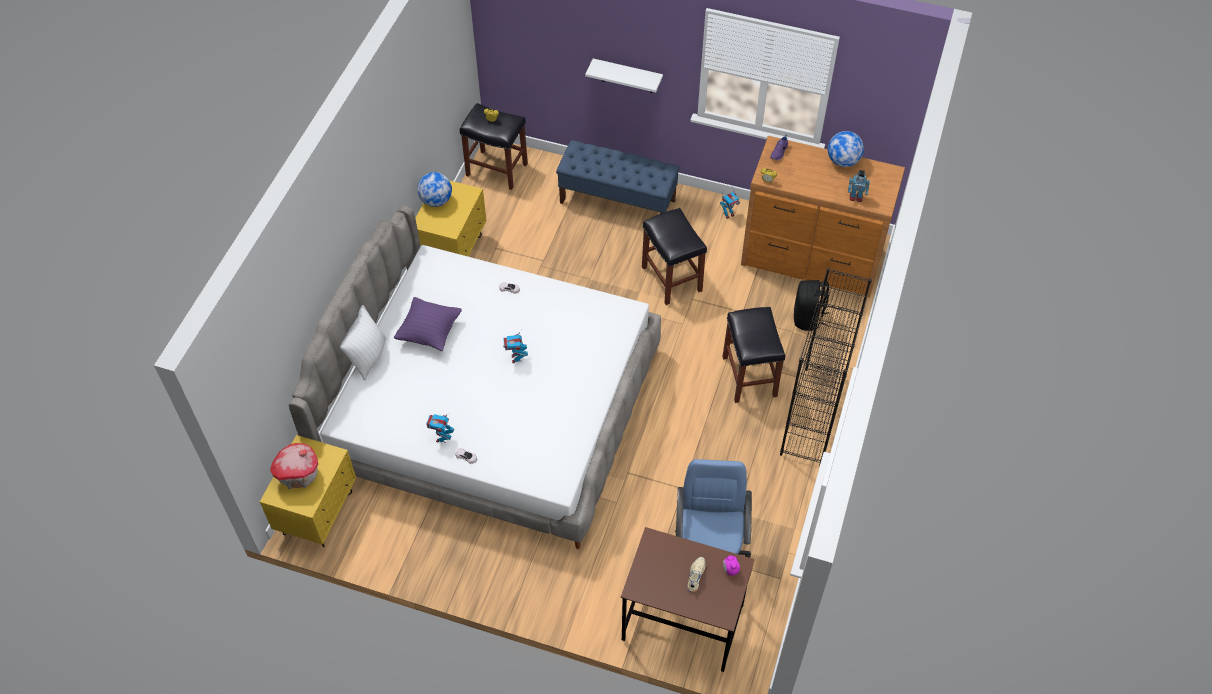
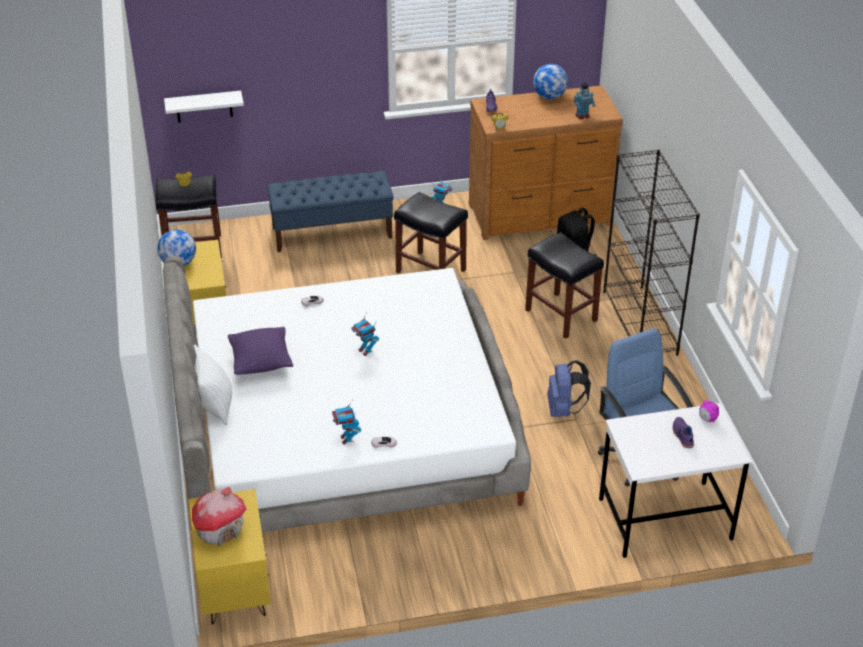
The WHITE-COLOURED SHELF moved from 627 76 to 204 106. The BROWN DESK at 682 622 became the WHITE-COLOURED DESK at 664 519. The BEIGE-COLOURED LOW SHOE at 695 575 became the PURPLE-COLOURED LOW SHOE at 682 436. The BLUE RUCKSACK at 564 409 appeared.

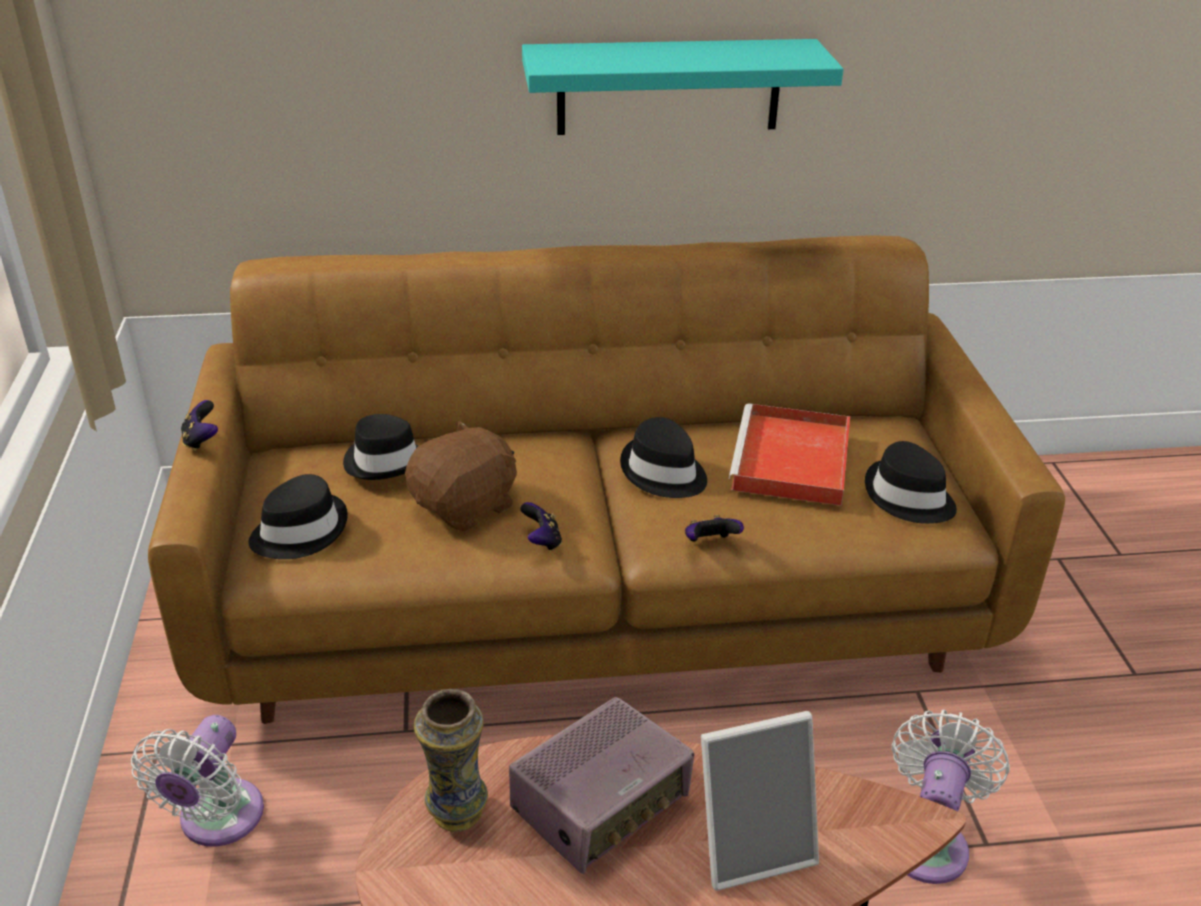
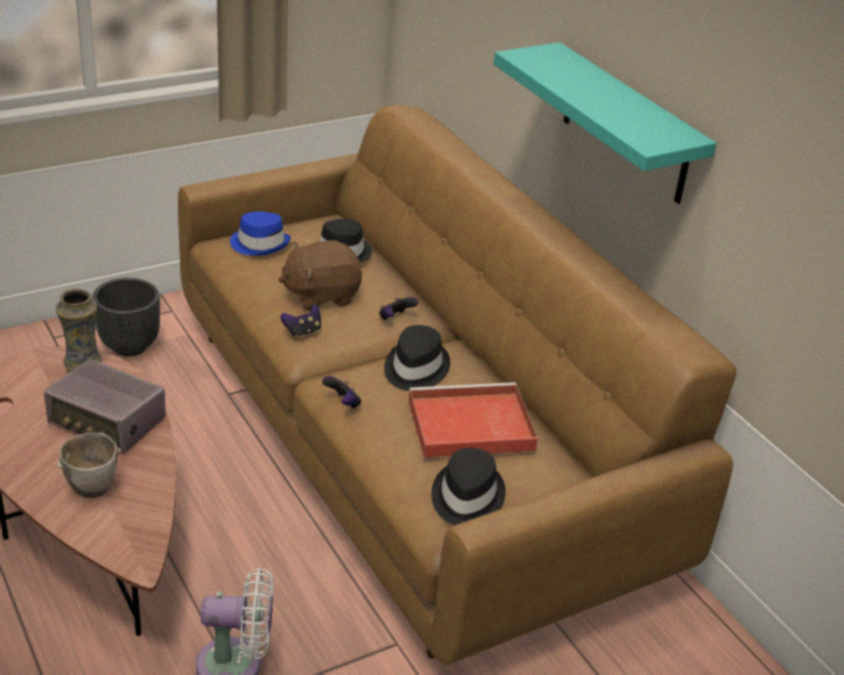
The GAME CONTROLLER moved from 201 440 to 395 318. The BROWN CUDDLY TOY at 466 506 turned 135 degrees clockwise. The BLACK-COLOURED CLOTHING HAT at 299 531 became the BLUE CLOTHING HAT at 260 244. The STANDING FRAME at 752 845 was replaced by the SERVING BOWL at 94 489. The WHITE-COLOURED FAN at 216 821 was replaced by the BLACK-COLOURED PLANTER at 130 346.

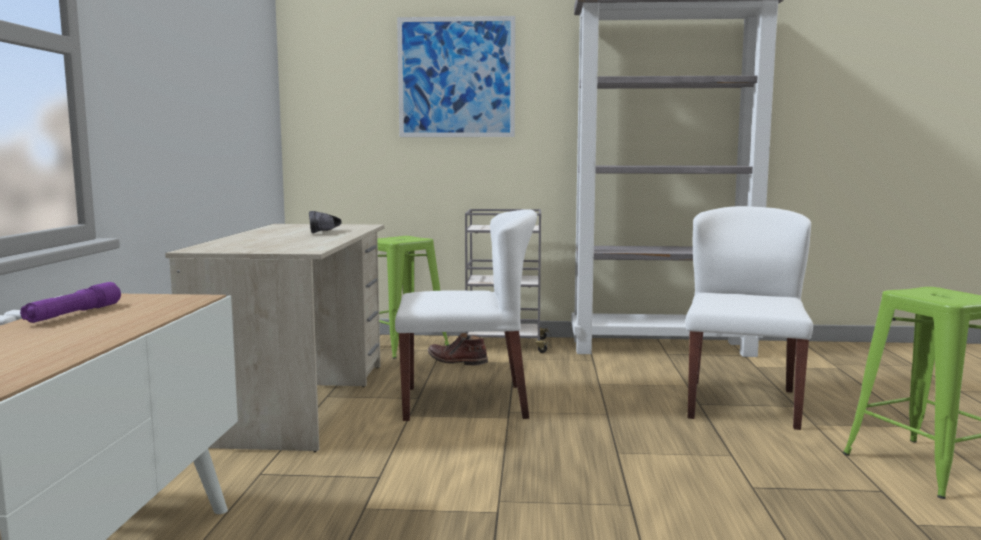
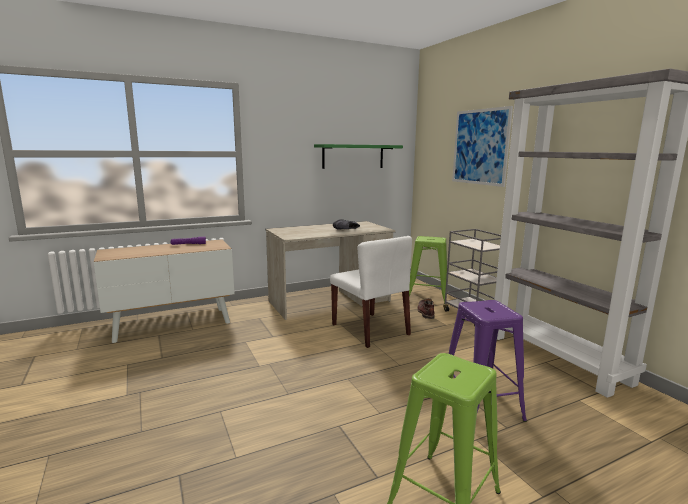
The WHITE-COLOURED UPRIGHT CHAIR at 741 403 was replaced by the PURPLE-COLOURED STOOL at 479 404. The GREEN SHELF at 353 156 appeared.

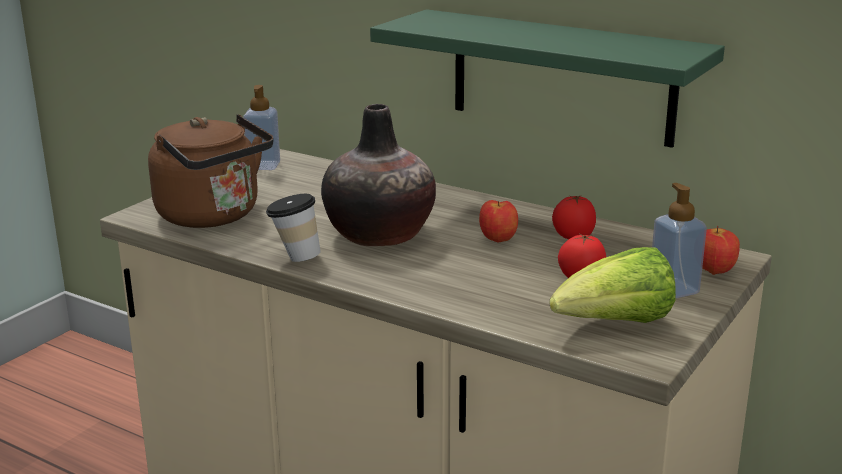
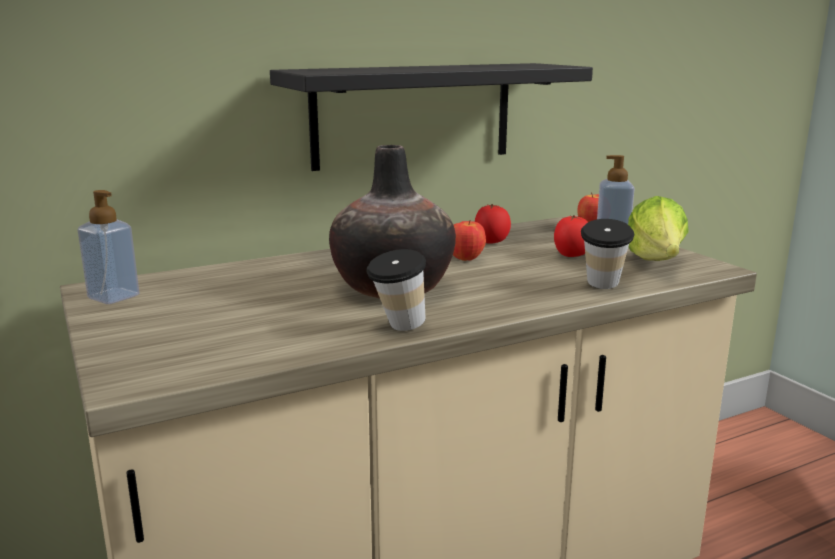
The GREEN SHELF at 561 77 became the BLACK-COLOURED SHELF at 413 114. The BROWN WATER KETTLE at 213 216 disappeared. The SMALL CUP at 602 287 appeared.

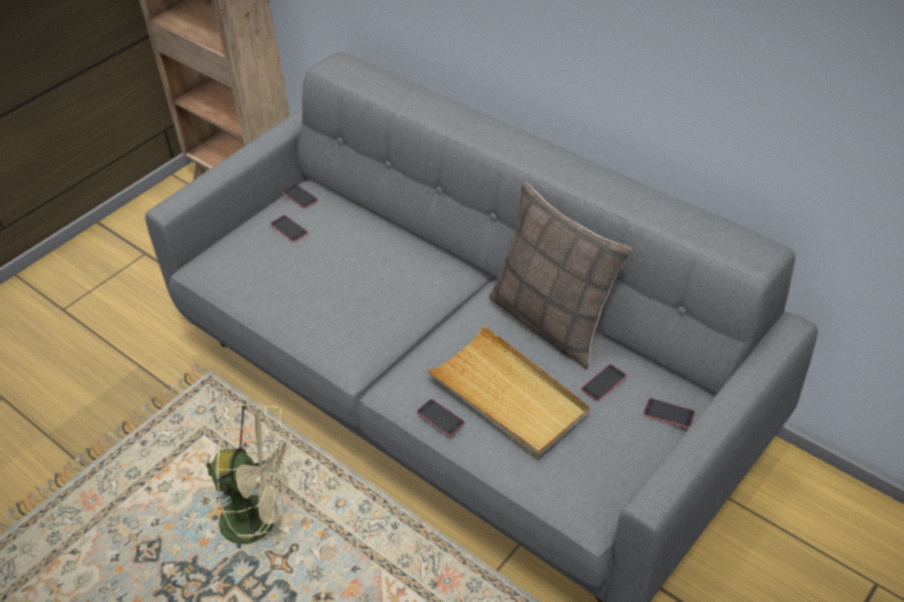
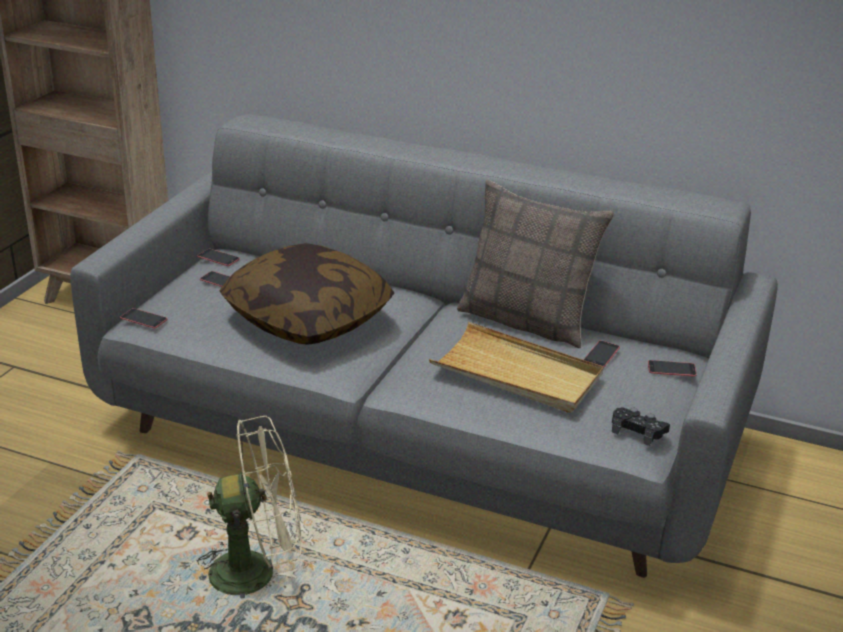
The HANDSET moved from 440 417 to 143 319. The CUSHION at 308 318 appeared. The BLACK-COLOURED GAME CONTROLLER at 638 431 appeared.

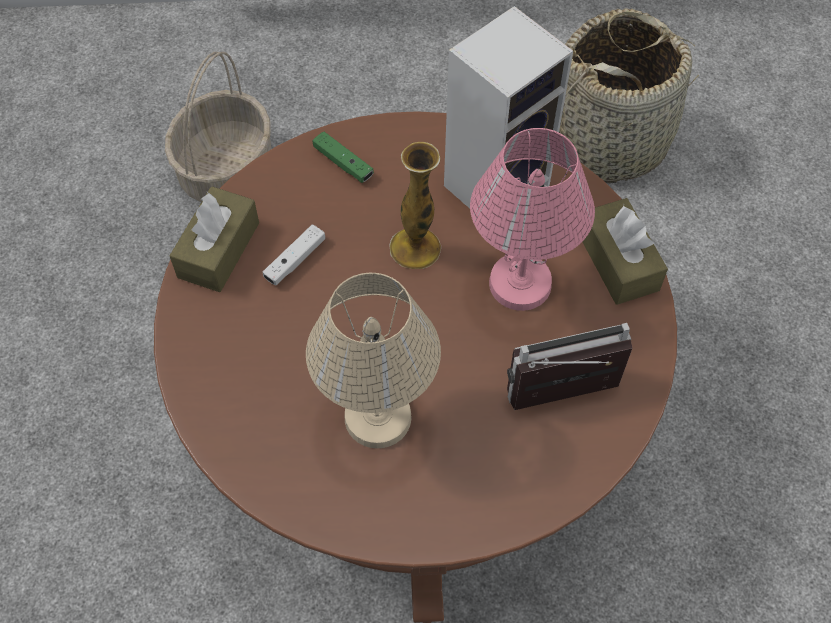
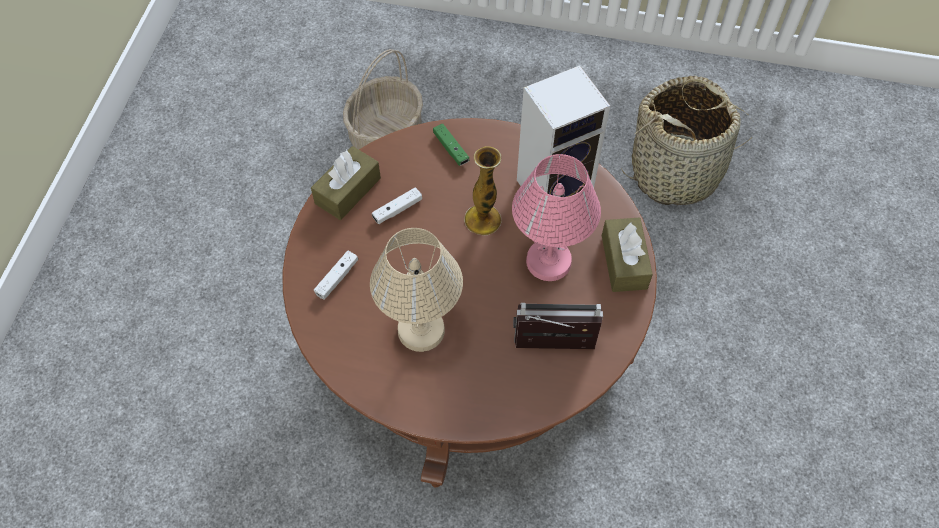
The WHITE-COLOURED GAME CONTROLLER at 337 278 appeared.

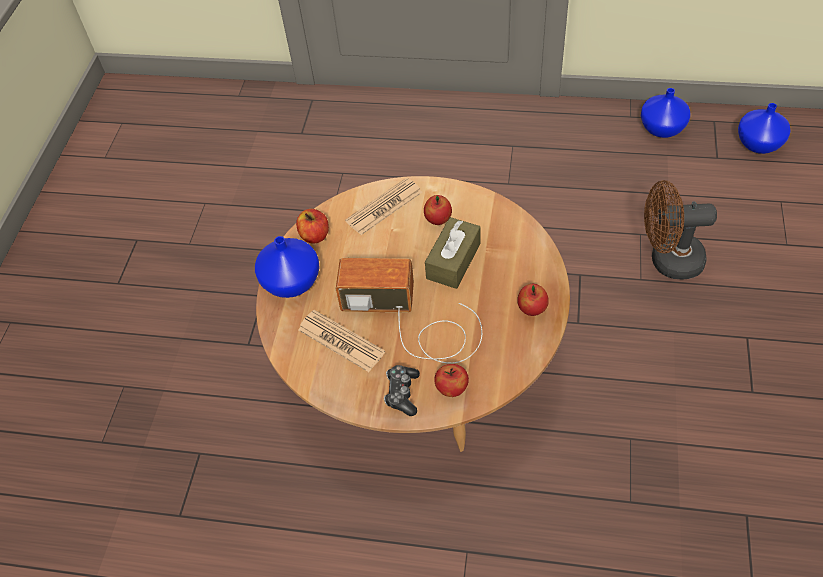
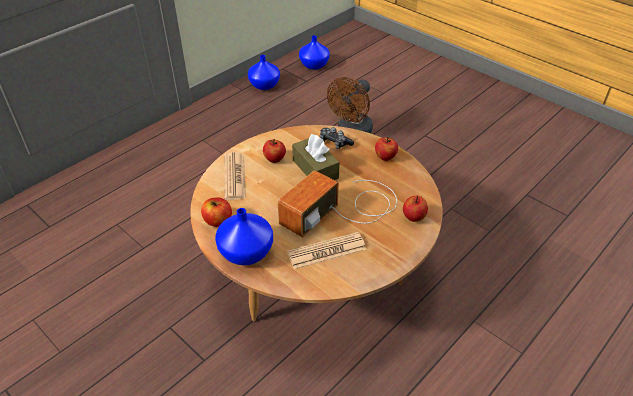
The GAME CONTROLLER moved from 402 393 to 334 142.

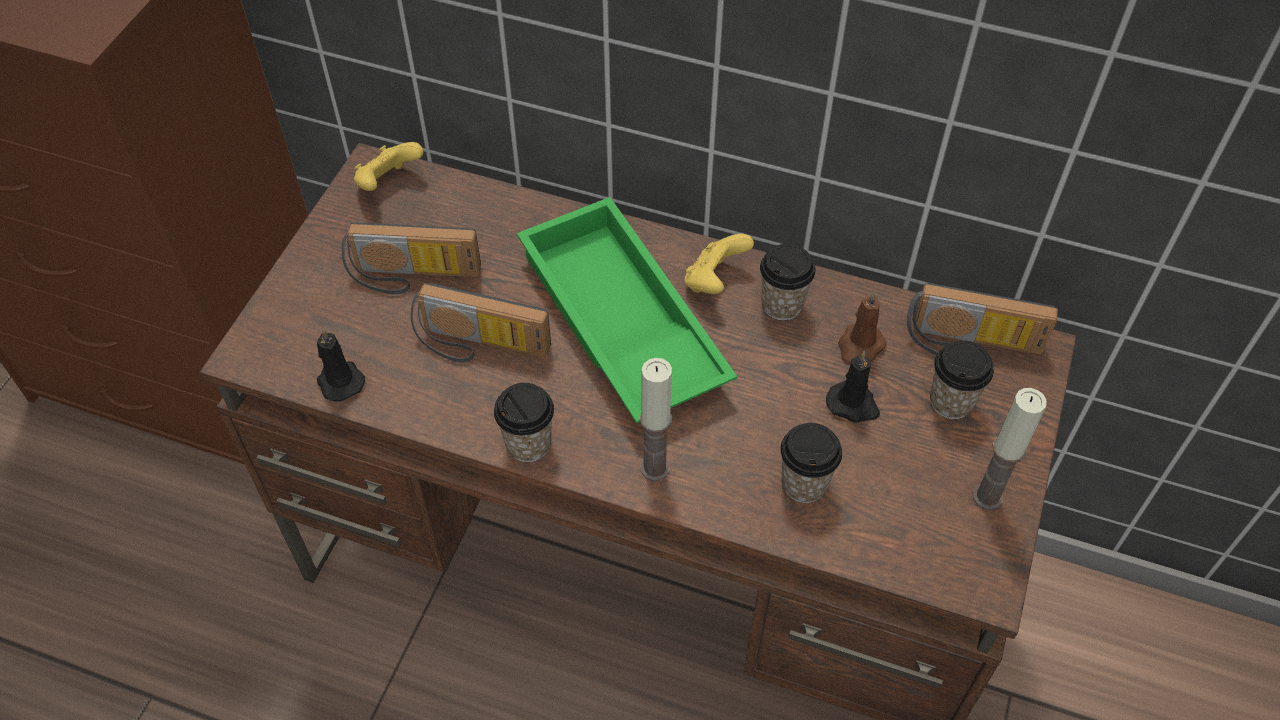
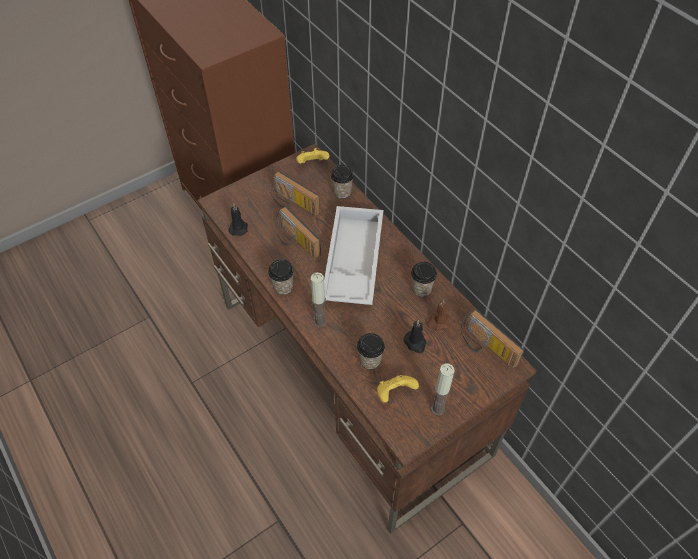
The GREEN SERVING TRAY at 617 323 became the WHITE-COLOURED SERVING TRAY at 351 261. The YELLOW-COLOURED GAME CONTROLLER moved from 714 280 to 394 393. The SMALL CUP moved from 951 401 to 342 192.

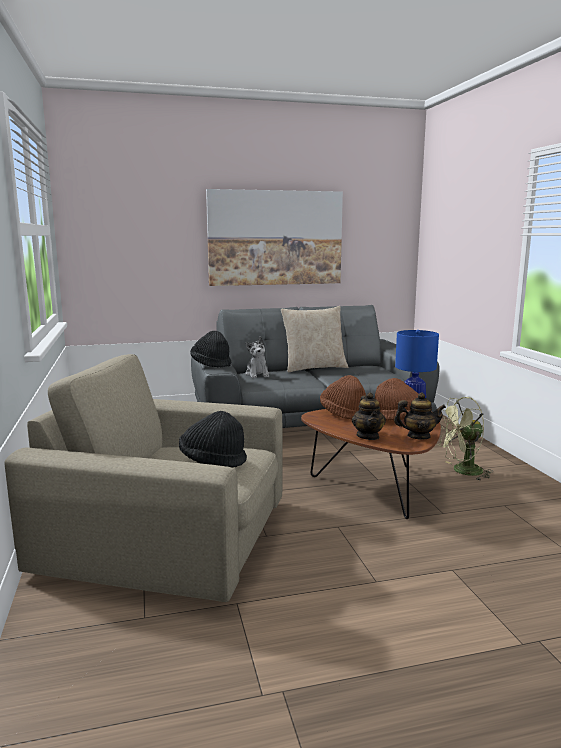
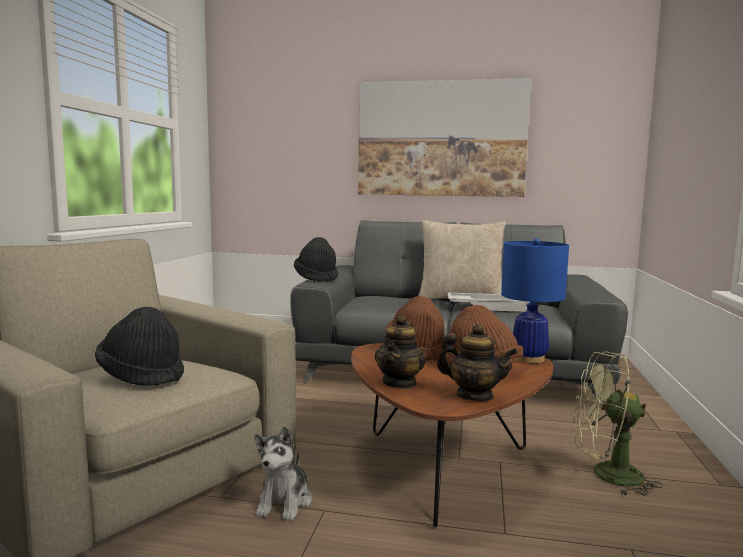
The CUDDLY TOY moved from 257 374 to 284 502. The WHITE-COLOURED SERVING TRAY at 488 307 appeared.

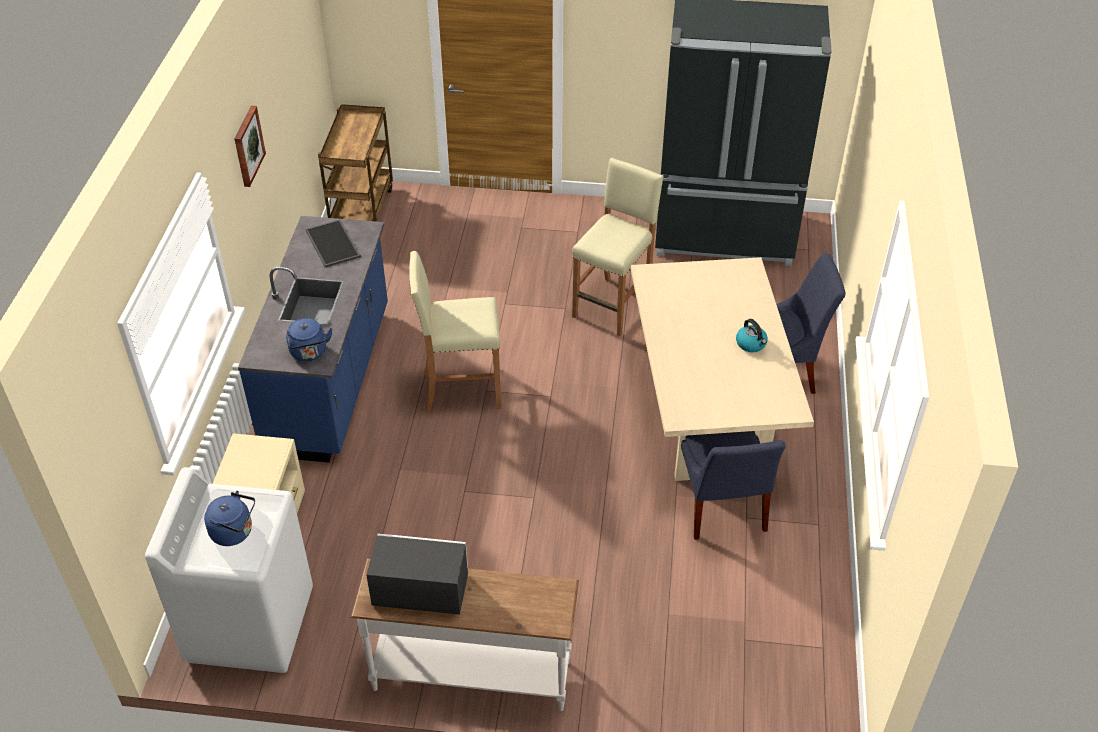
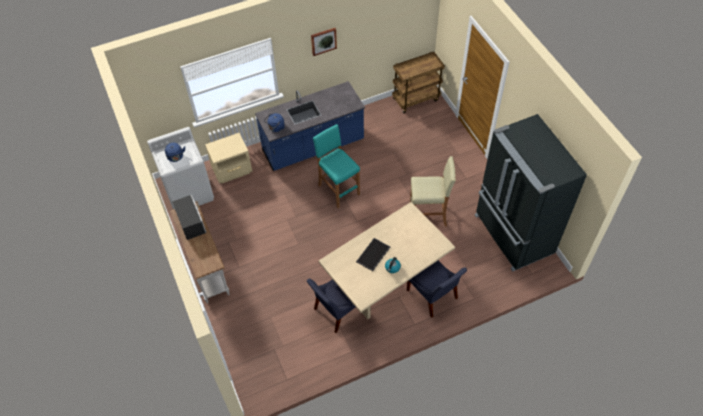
The SERVING TRAY moved from 334 243 to 373 255. The BEIGE-COLOURED STOOL at 461 390 became the BLUE-GREEN STOOL at 338 189.

